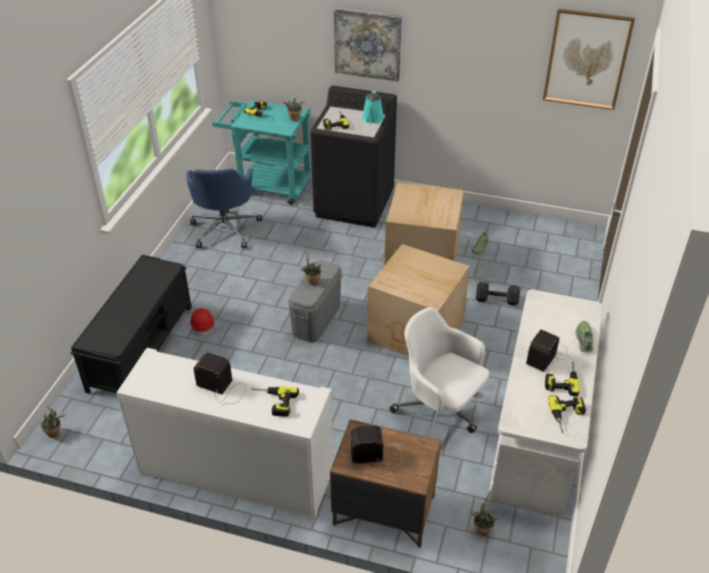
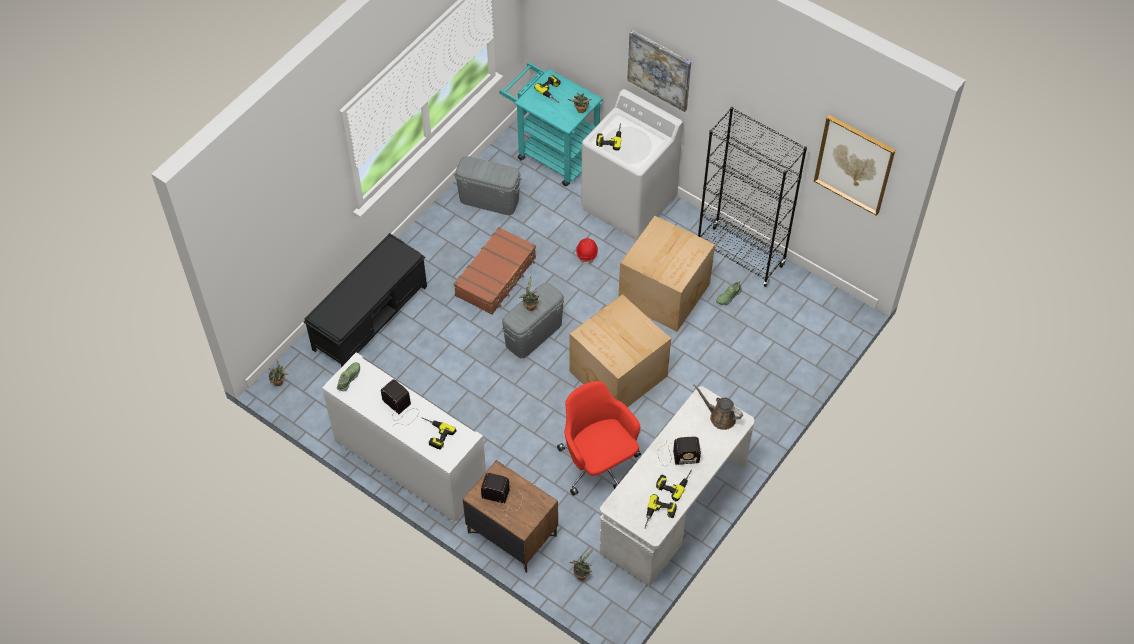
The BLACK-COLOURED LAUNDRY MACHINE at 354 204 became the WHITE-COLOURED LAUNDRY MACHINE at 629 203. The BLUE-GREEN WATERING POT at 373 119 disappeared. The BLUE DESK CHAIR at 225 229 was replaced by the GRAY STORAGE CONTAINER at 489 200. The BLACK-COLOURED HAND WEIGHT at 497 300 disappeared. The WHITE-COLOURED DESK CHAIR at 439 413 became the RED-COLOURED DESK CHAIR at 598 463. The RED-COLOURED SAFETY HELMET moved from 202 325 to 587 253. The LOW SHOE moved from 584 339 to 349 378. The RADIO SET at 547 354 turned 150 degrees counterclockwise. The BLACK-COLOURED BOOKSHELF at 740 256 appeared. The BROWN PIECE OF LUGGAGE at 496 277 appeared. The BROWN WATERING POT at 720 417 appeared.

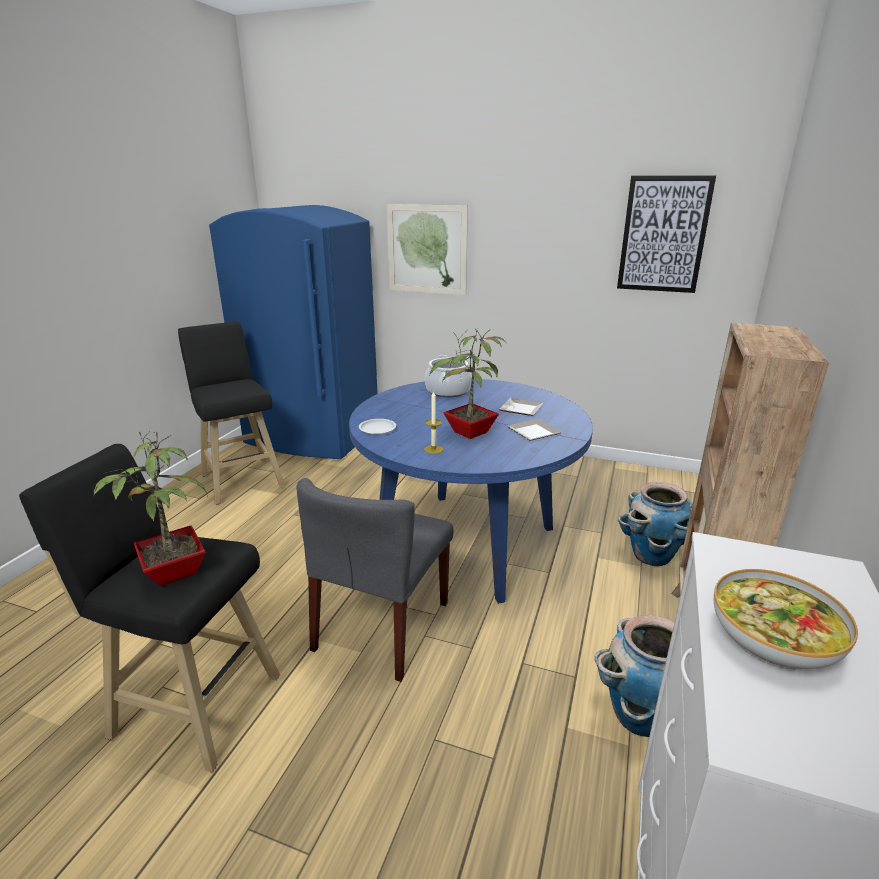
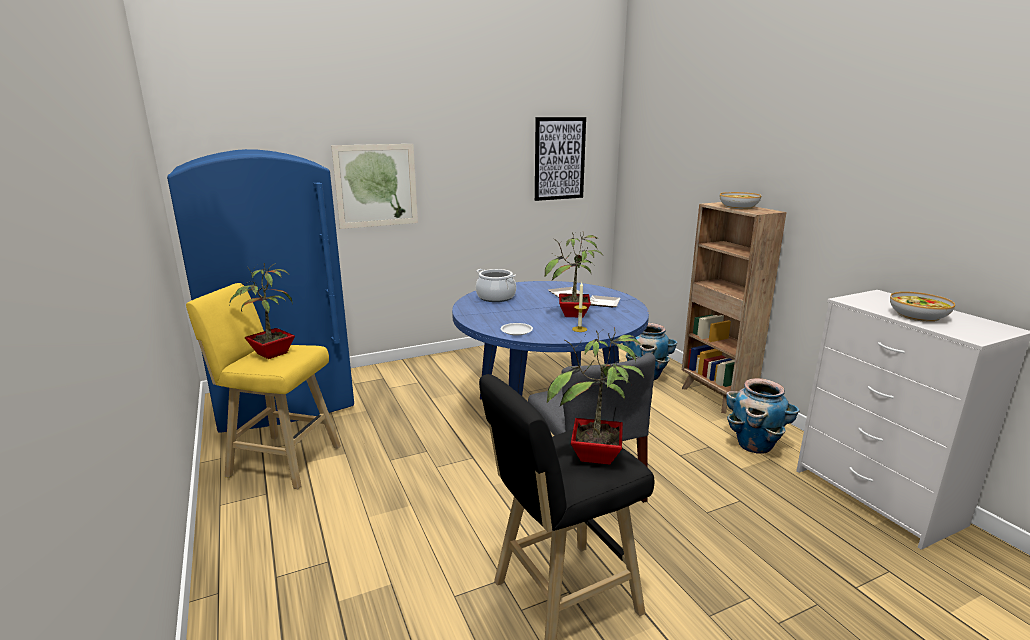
The BLACK-COLOURED STOOL at 241 479 became the YELLOW-COLOURED STOOL at 280 460. The SERVING BOWL at 738 207 appeared. The PLANT IN A POT at 270 354 appeared.

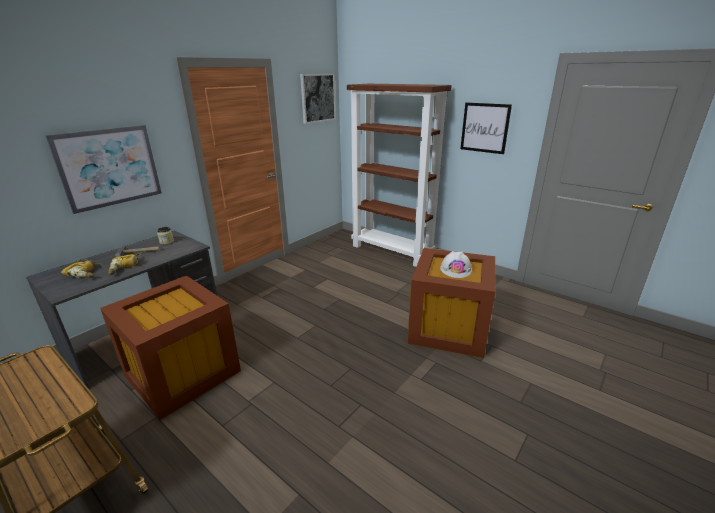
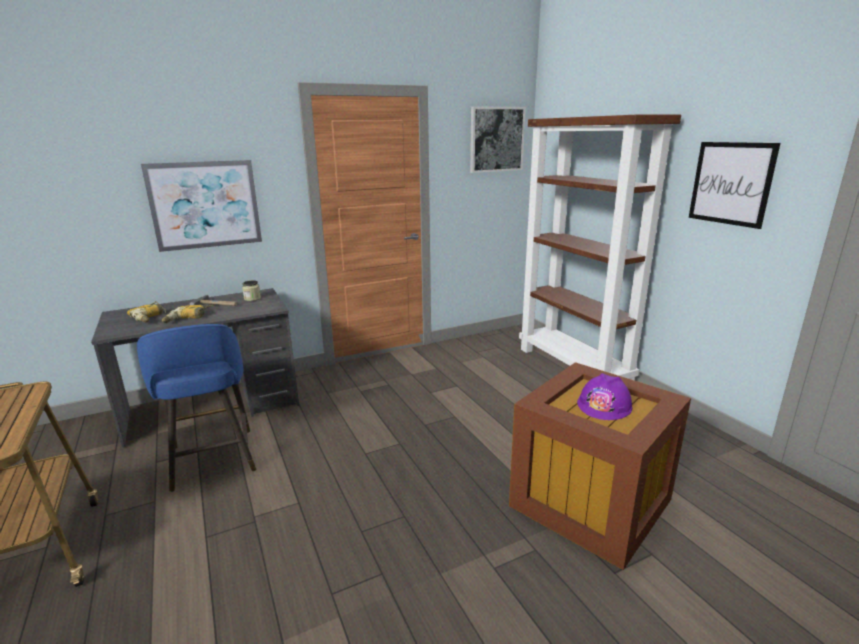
The WHITE-COLOURED SAFETY HELMET at 456 269 became the PURPLE-COLOURED SAFETY HELMET at 604 405. The BROWN STORAGE CONTAINER at 182 375 was replaced by the BLUE STOOL at 213 460.

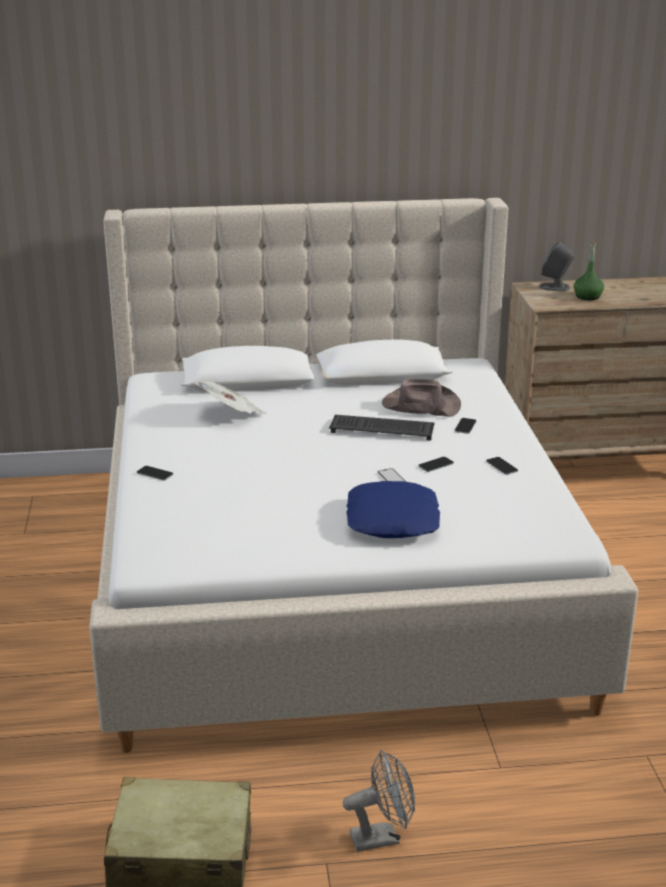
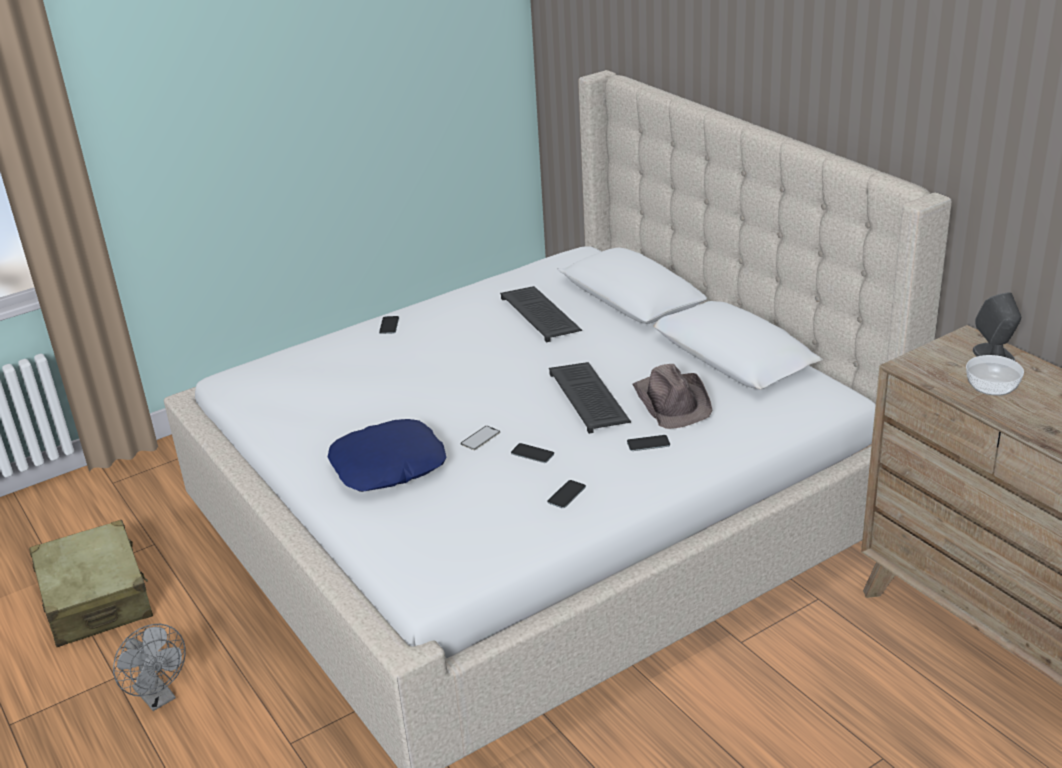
The GREEN BOTTLE at 587 296 was replaced by the SERVING BOWL at 992 386. The PRINTED PAPER at 231 414 was replaced by the COMPUTER KEYBOARD at 541 315.

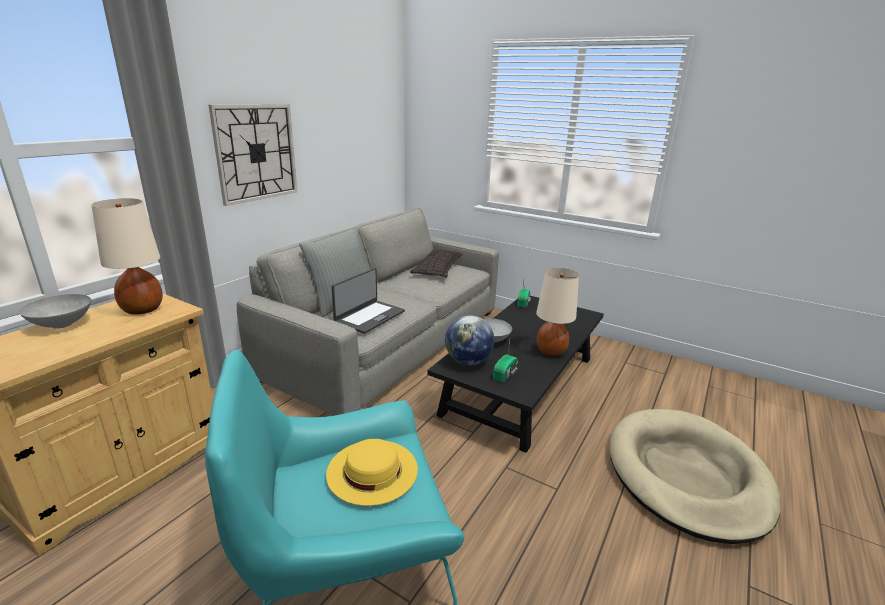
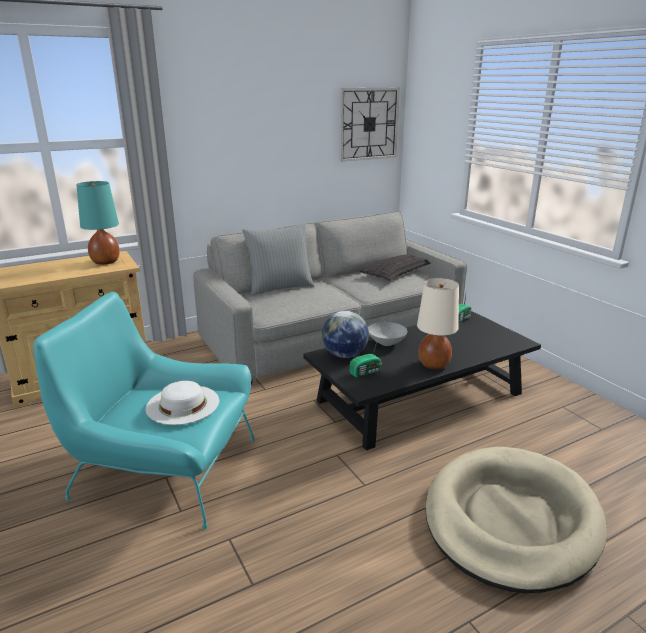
The HANGING CLOCK moved from 256 153 to 368 124. The BEIGE-COLOURED LAMP FOR A TABLE at 142 310 became the BLUE-GREEN LAMP FOR A TABLE at 105 262. The LAPTOP at 369 316 disappeared. The GRAY SERVING BOWL at 63 324 disappeared. The YELLOW-COLOURED CLOTHING HAT at 372 470 became the WHITE-COLOURED CLOTHING HAT at 182 404.

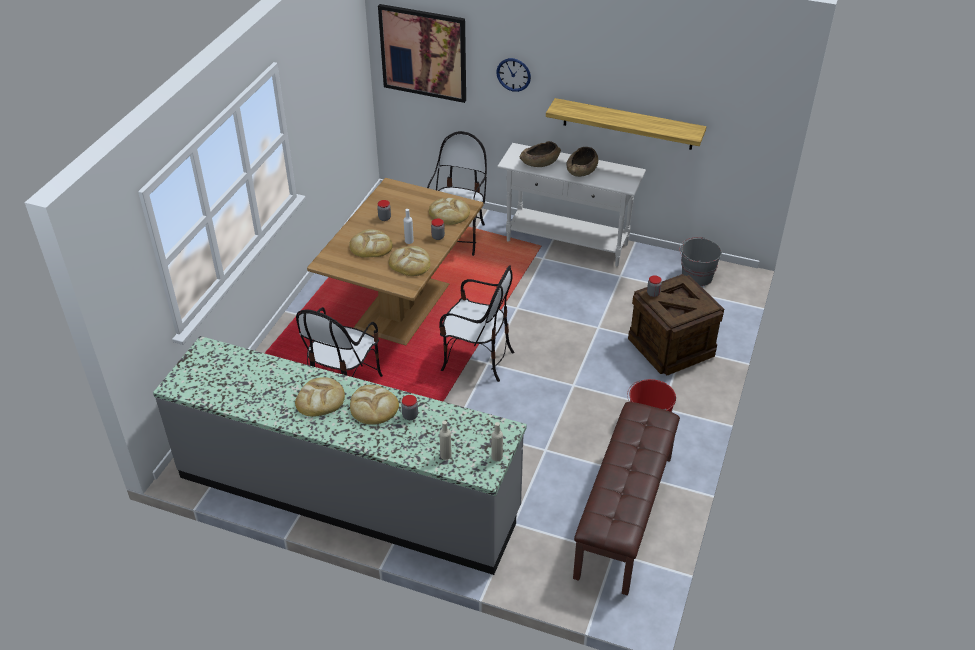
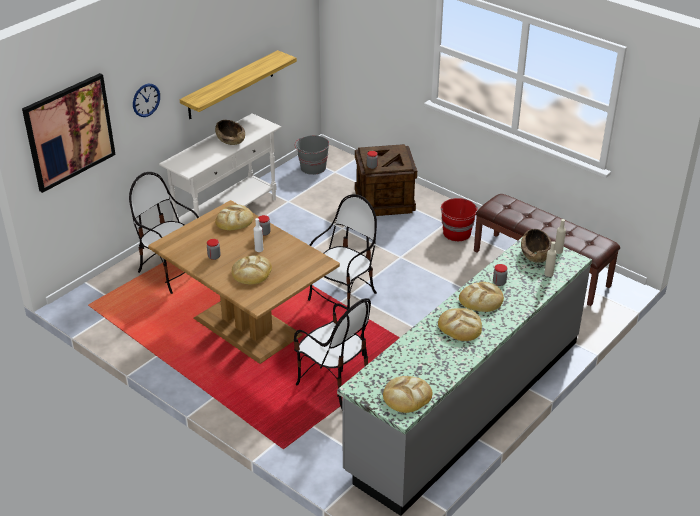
The BROWN SERVING BOWL moved from 539 162 to 535 254. The BAKED BREAD moved from 410 263 to 407 396.

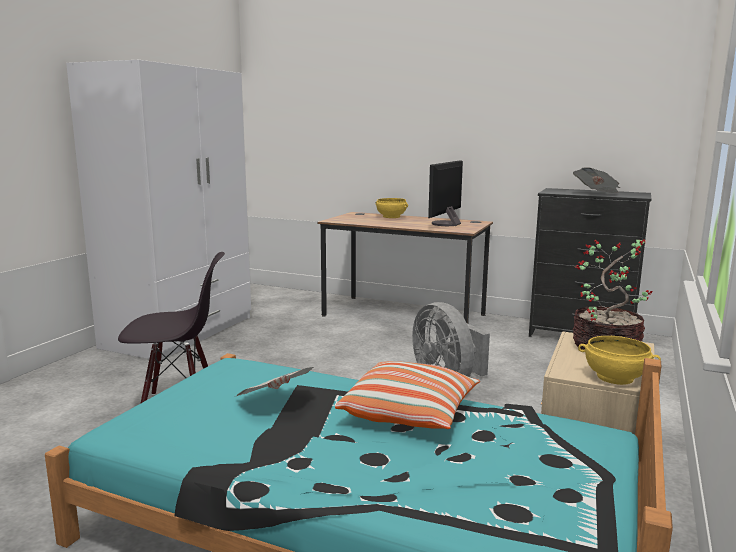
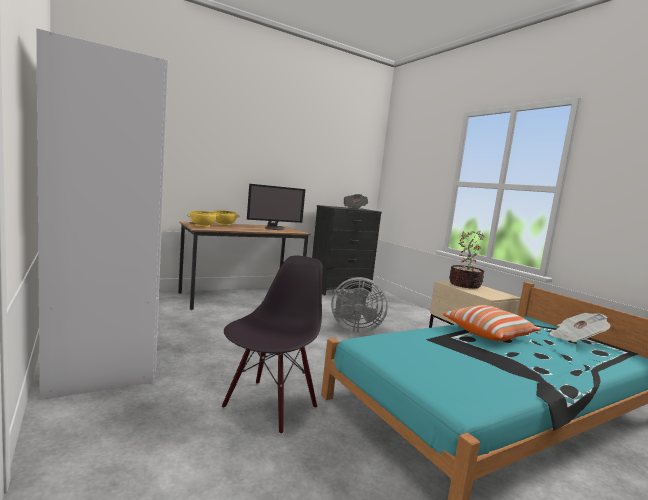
The COMPUTER SCREEN at 446 224 turned 90 degrees counterclockwise. The YELLOW-COLOURED SERVING BOWL moved from 615 378 to 202 226. The PRINTED PAPER moved from 274 402 to 575 339.

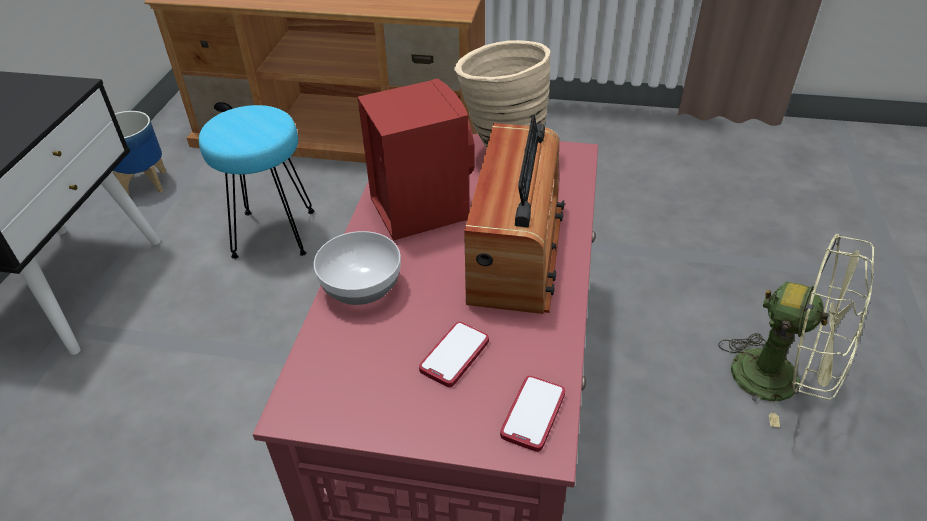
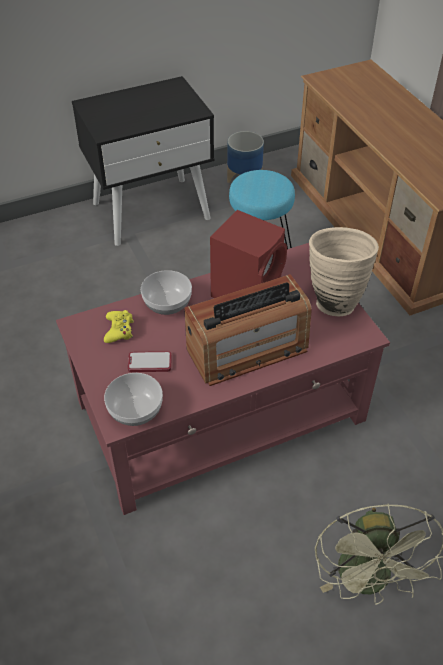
The HANDSET at 533 414 was replaced by the SERVING BOWL at 135 410. The YELLOW-COLOURED GAME CONTROLLER at 119 330 appeared.

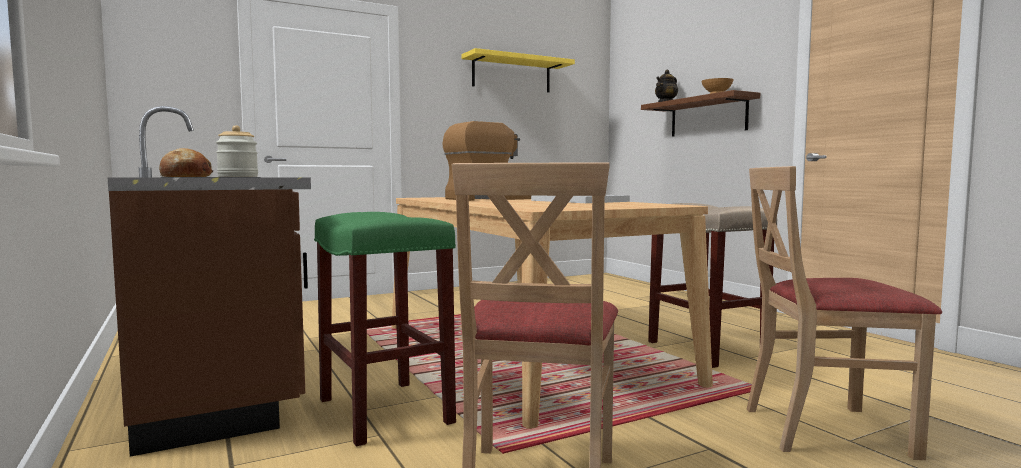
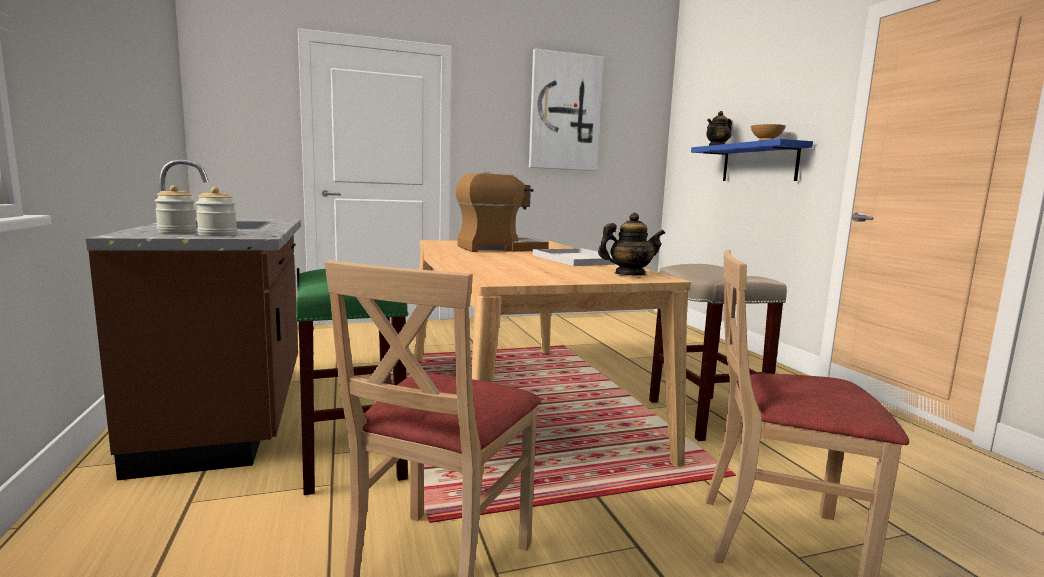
The YELLOW-COLOURED SHELF at 511 74 was replaced by the WALL PICTURE at 565 112. The BROWN SHELF at 708 117 became the BLUE SHELF at 759 163. The BAKED BREAD at 185 176 was replaced by the PRESERVE JAR at 177 231. The TEAPOT at 629 274 appeared.

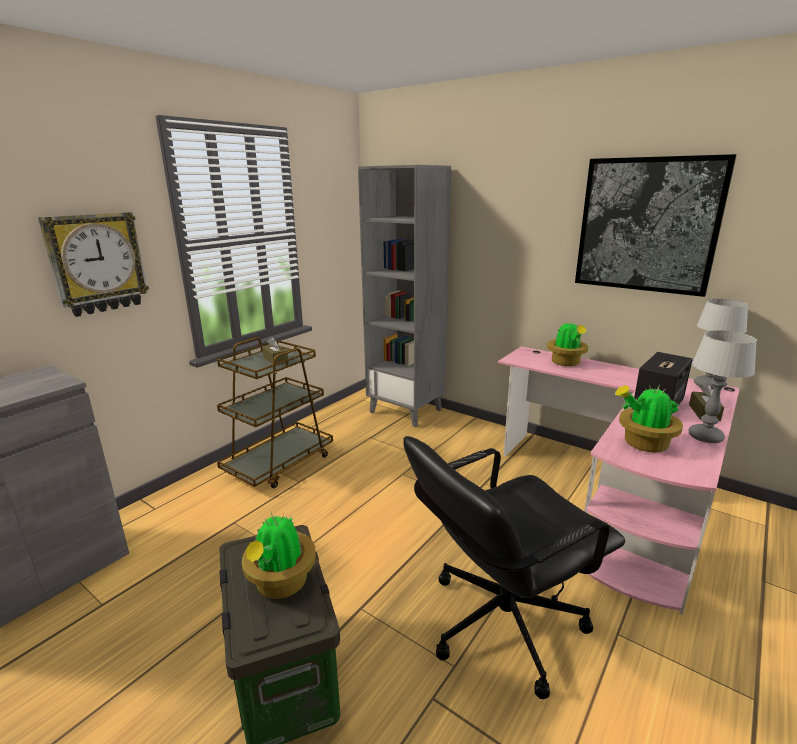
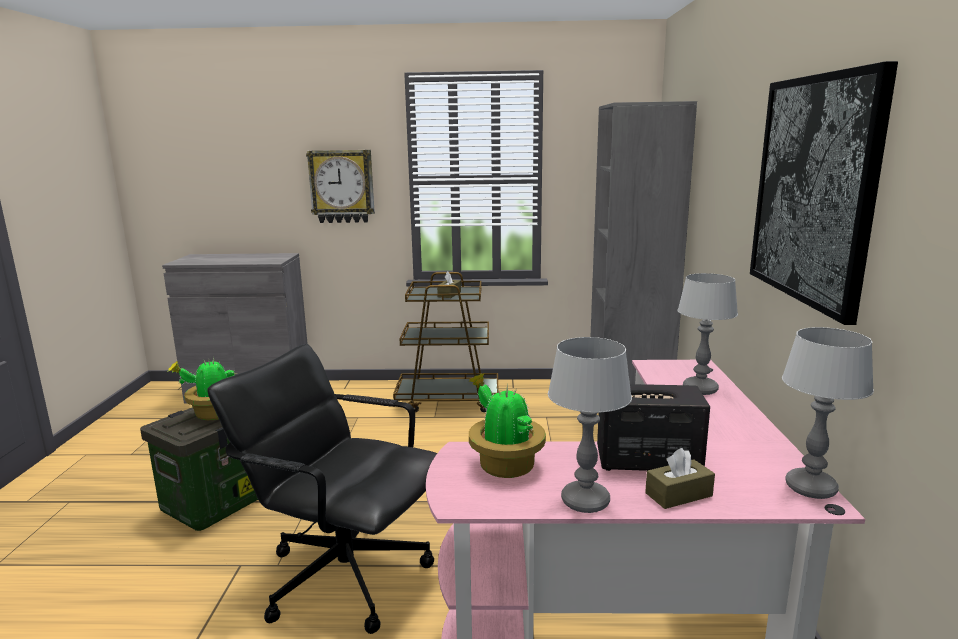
The PLANT IN A POT at 566 363 was replaced by the LAMP FOR A TABLE at 700 390.

